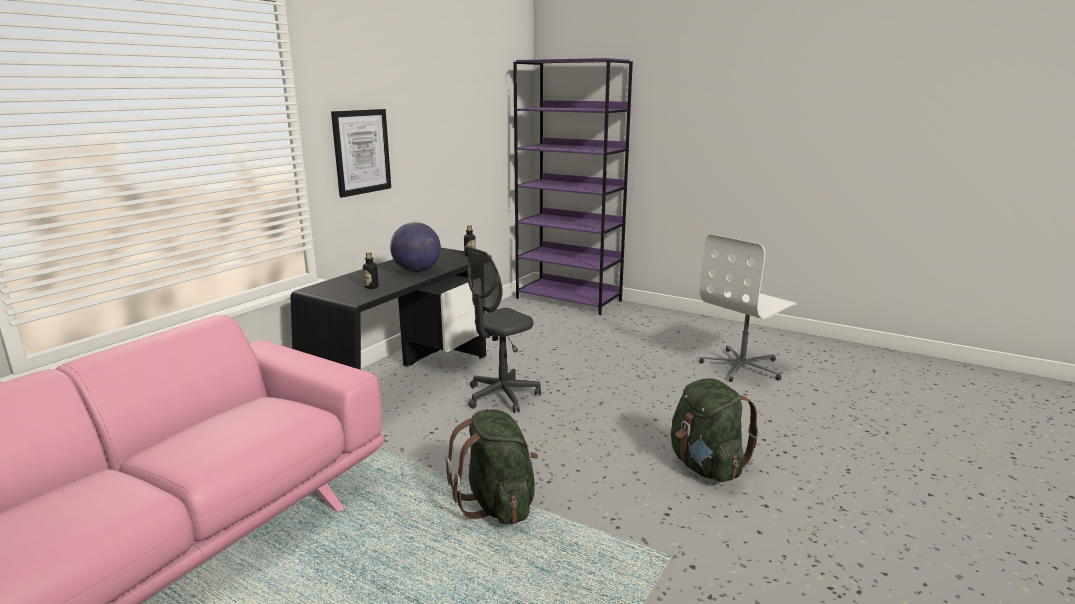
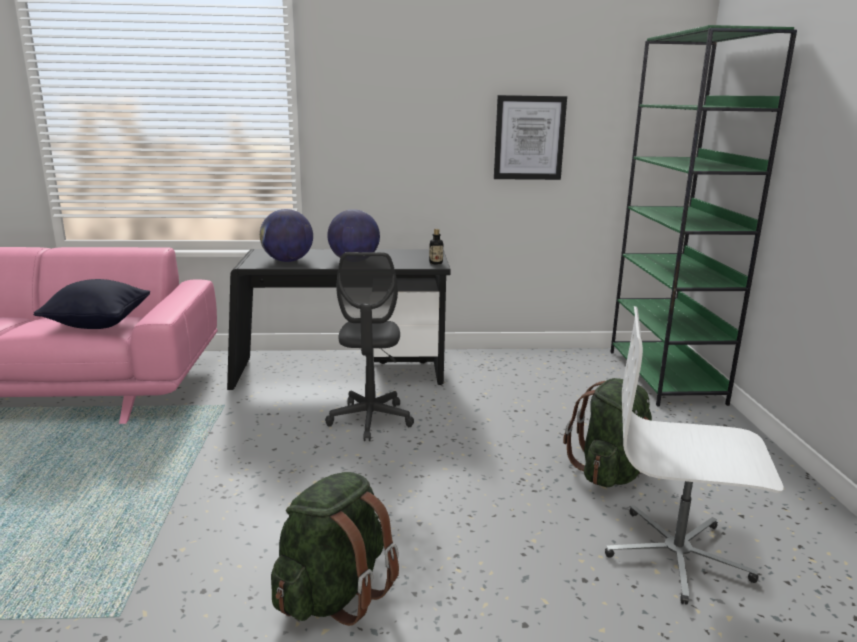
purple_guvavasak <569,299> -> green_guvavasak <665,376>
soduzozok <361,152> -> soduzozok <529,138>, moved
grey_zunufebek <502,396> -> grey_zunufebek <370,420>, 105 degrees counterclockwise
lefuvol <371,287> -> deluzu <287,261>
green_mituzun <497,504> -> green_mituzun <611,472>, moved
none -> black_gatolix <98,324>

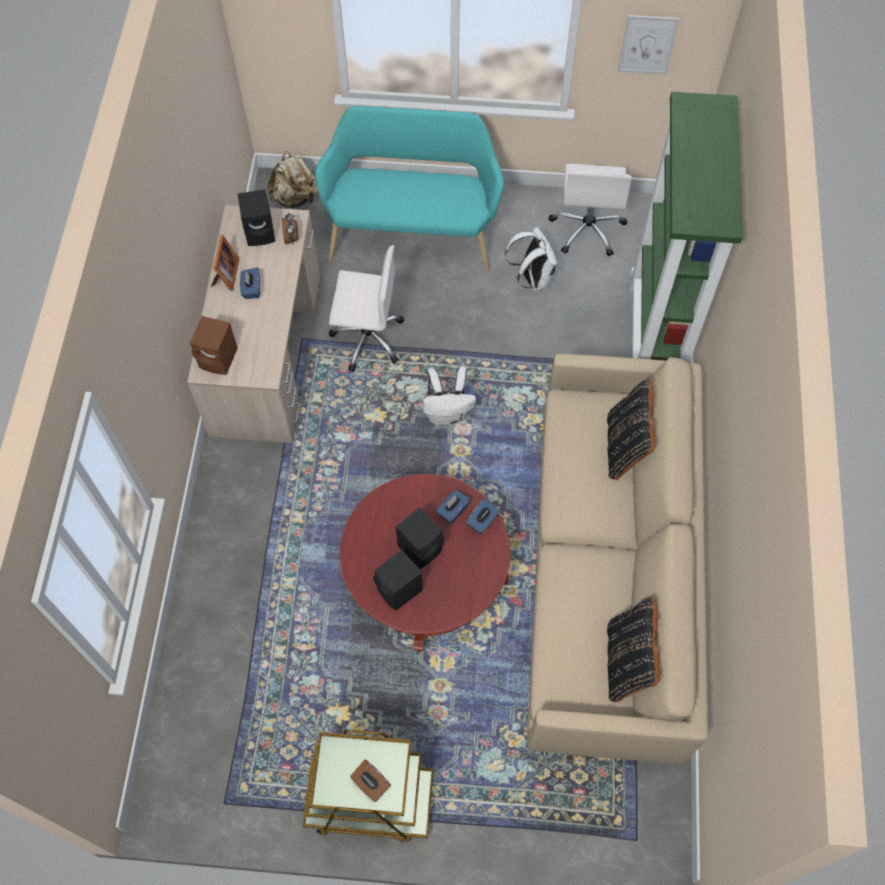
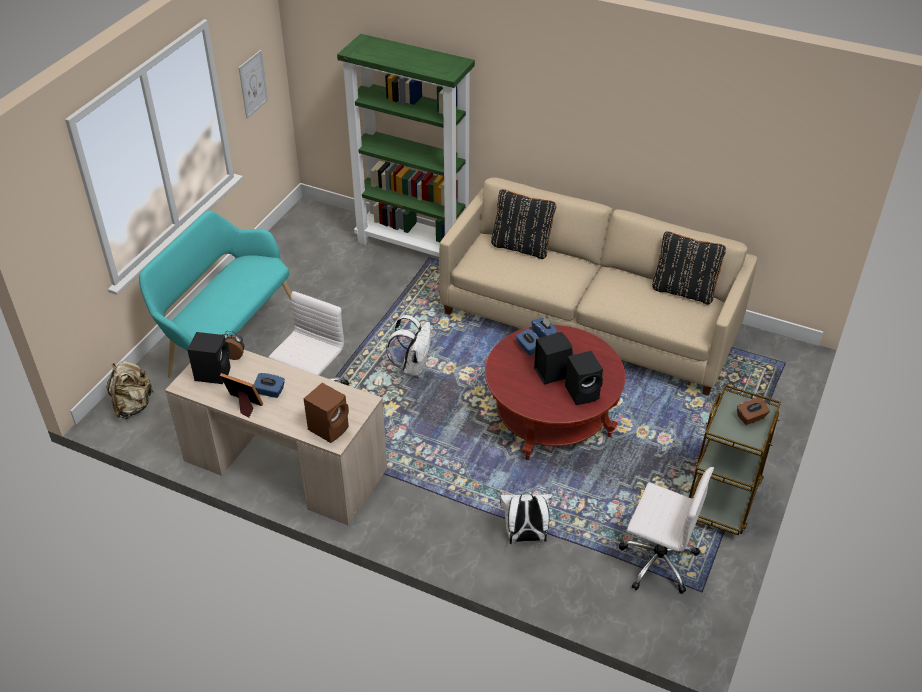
white_zunufebek <587,229> -> white_zunufebek <657,560>, moved
white_mituzun <532,278> -> white_mituzun <525,537>, moved

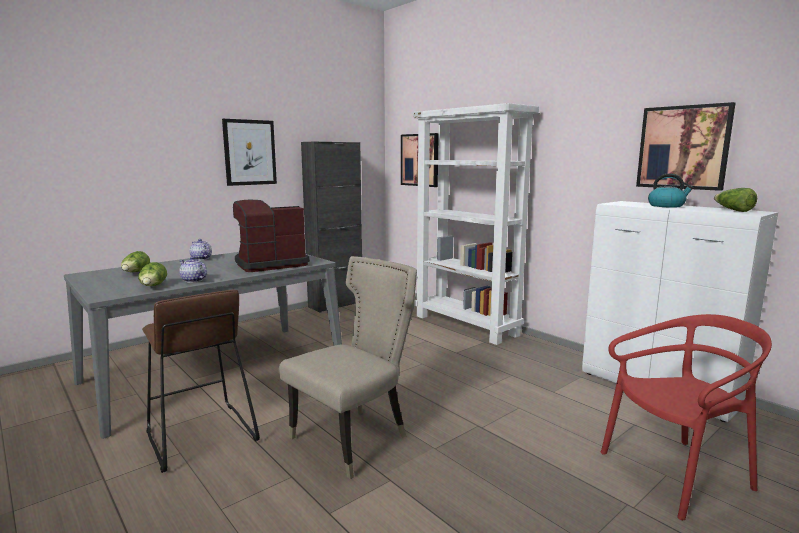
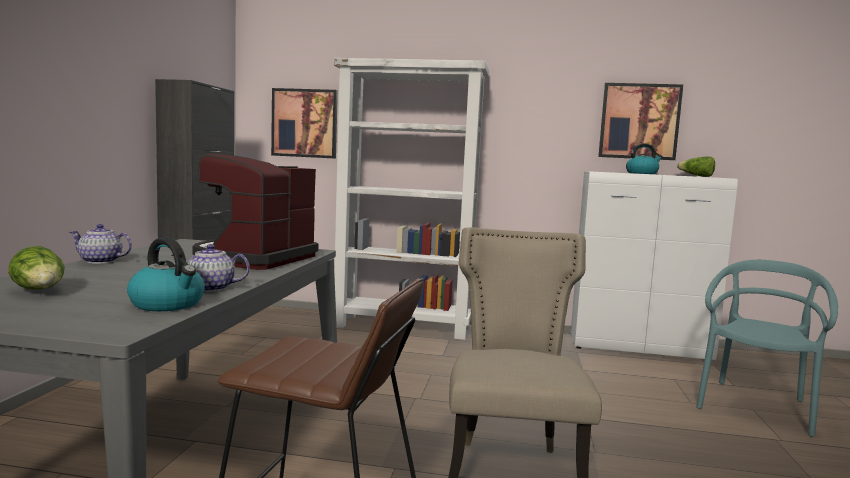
soduzozok <249,152> -> none
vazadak <153,286> -> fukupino <168,304>
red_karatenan <676,474> -> turquoise_karatenan <756,406>

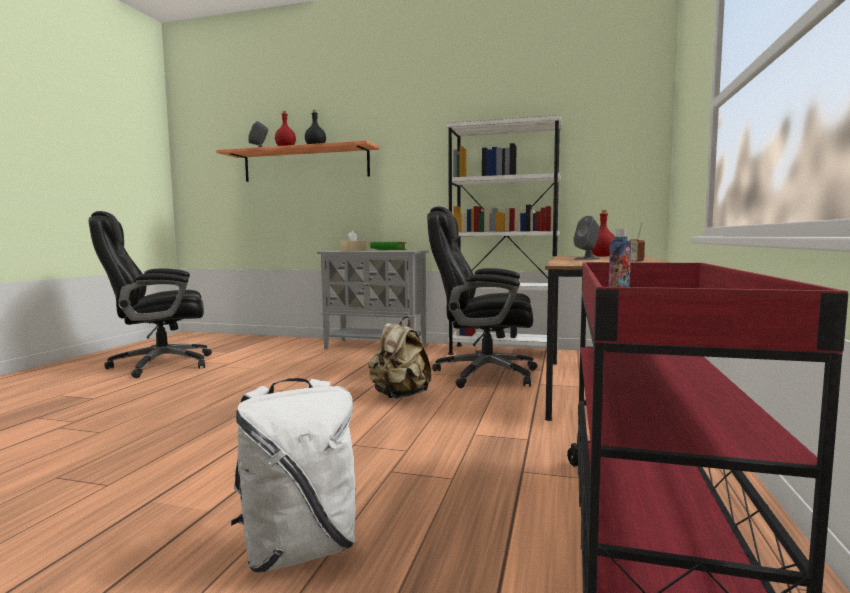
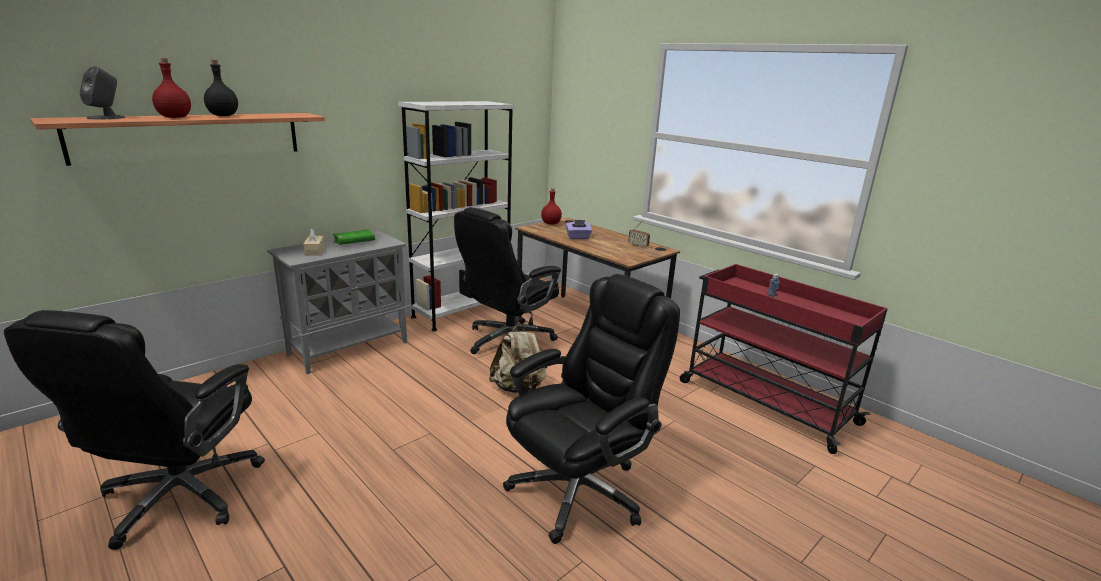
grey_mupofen <587,259> -> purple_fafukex <578,237>
white_mituzun <299,549> -> none
none -> black_zunufebek <579,490>

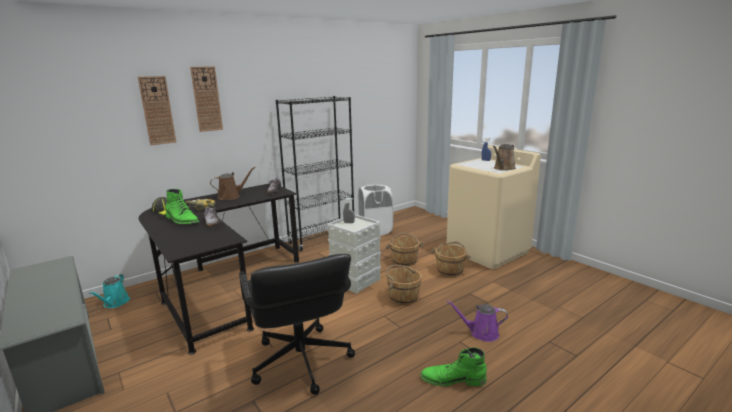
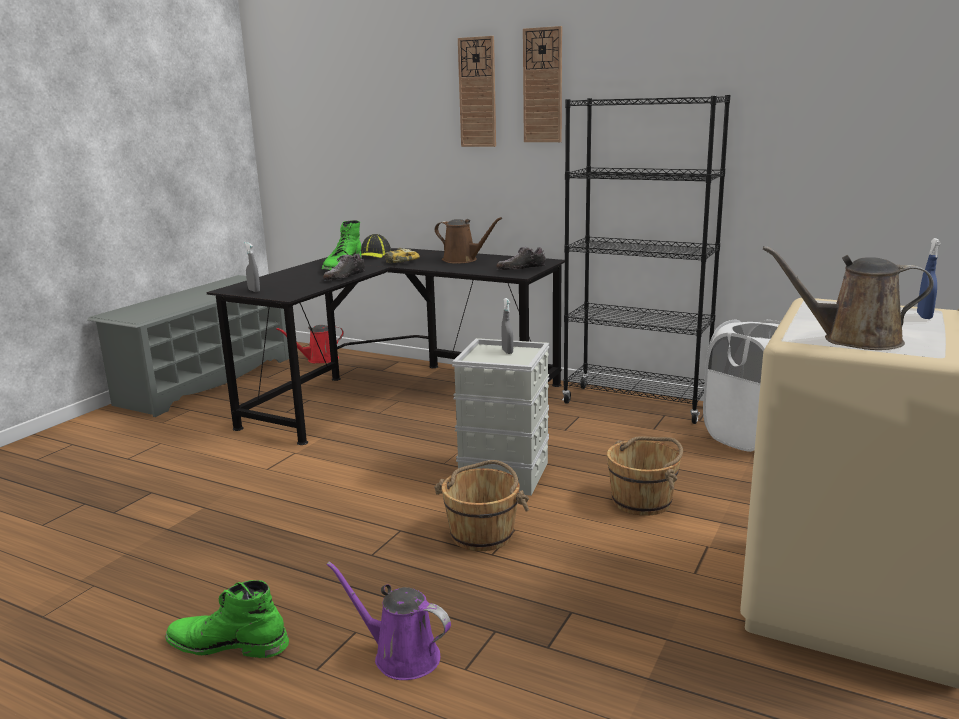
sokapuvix <157,110> -> sokapuvix <543,86>, moved
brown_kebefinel <450,270> -> none
black_zunufebek <300,361> -> none
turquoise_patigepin <115,303> -> red_patigepin <319,359>
purple_patigepin <481,333> -> purple_patigepin <401,656>, 45 degrees counterclockwise
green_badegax <452,379> -> green_badegax <228,644>, 60 degrees counterclockwise
none -> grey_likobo <254,290>

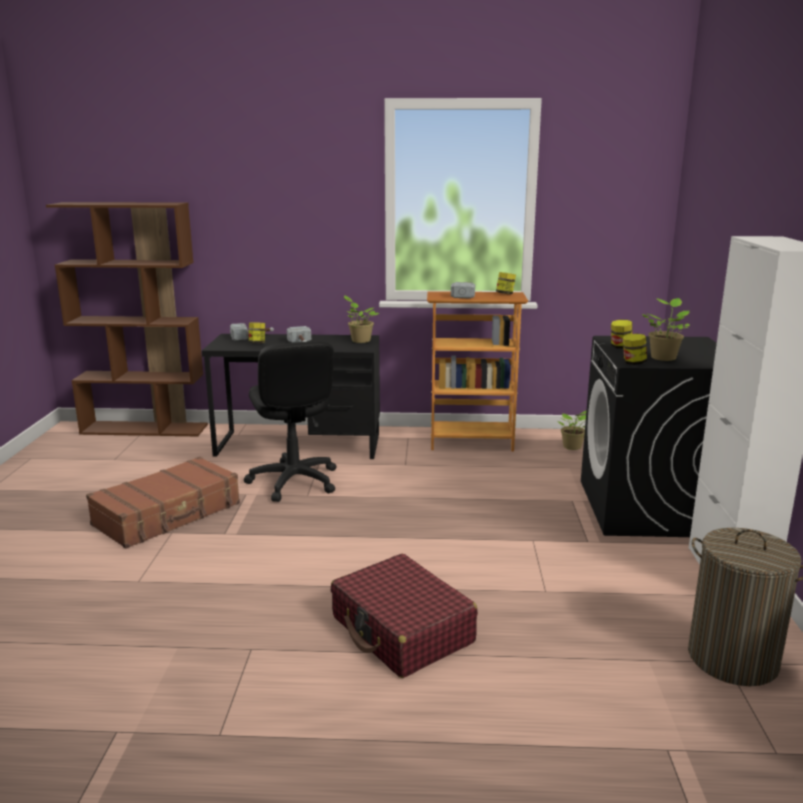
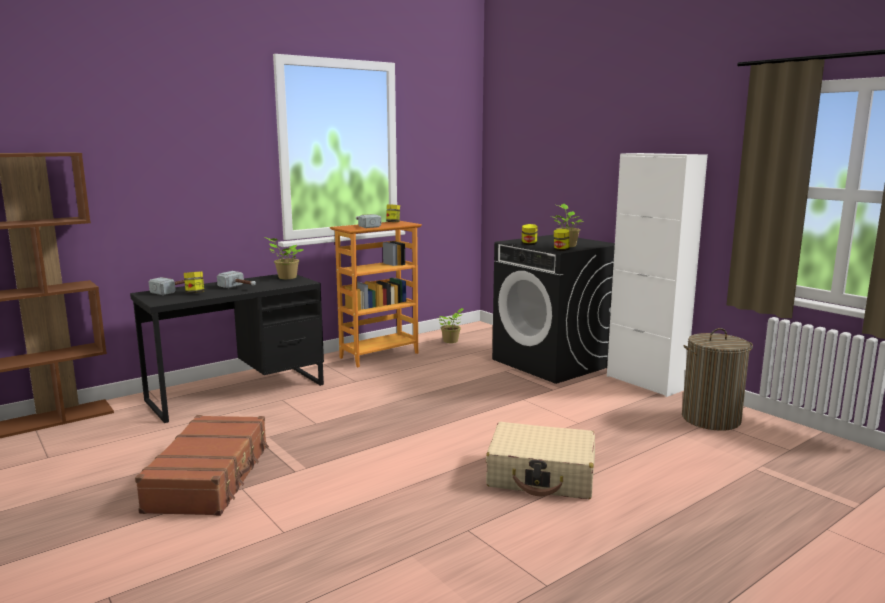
black_zunufebek <294,481> -> none
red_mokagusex <402,630> -> beige_mokagusex <541,475>

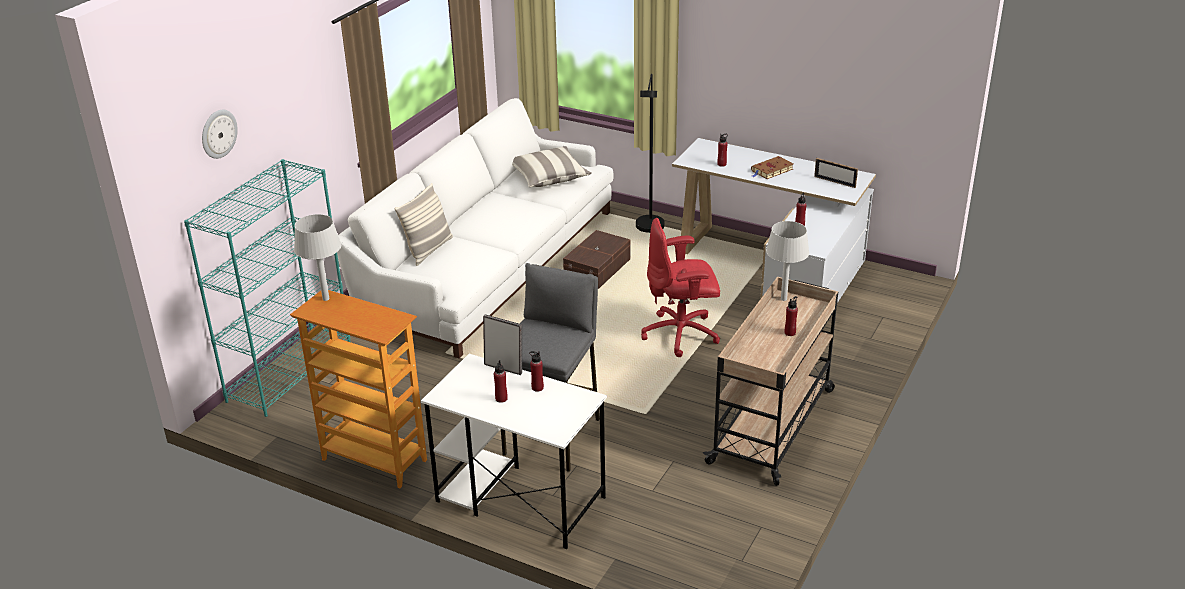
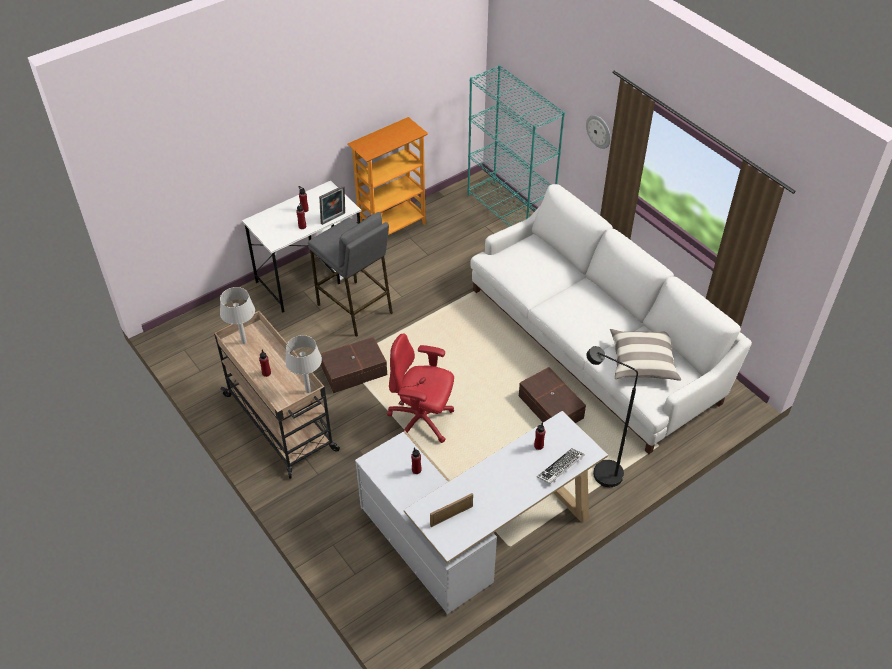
sokapuvix <218,133> -> sokapuvix <599,131>, moved
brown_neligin <771,170> -> none
gatolix <428,250> -> none
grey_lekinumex <326,298> -> grey_lekinumex <244,342>, moved
red_zunufebek <682,334> -> red_zunufebek <422,421>, 90 degrees counterclockwise
none -> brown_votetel <353,371>
none -> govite <560,468>

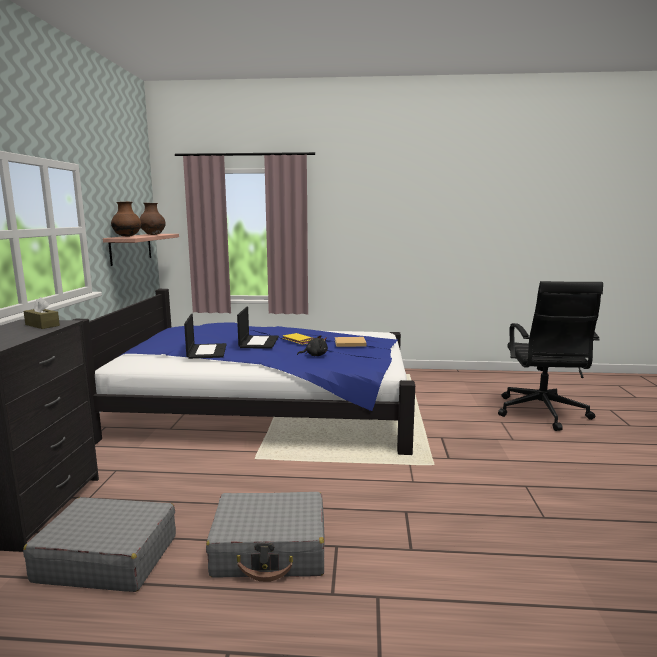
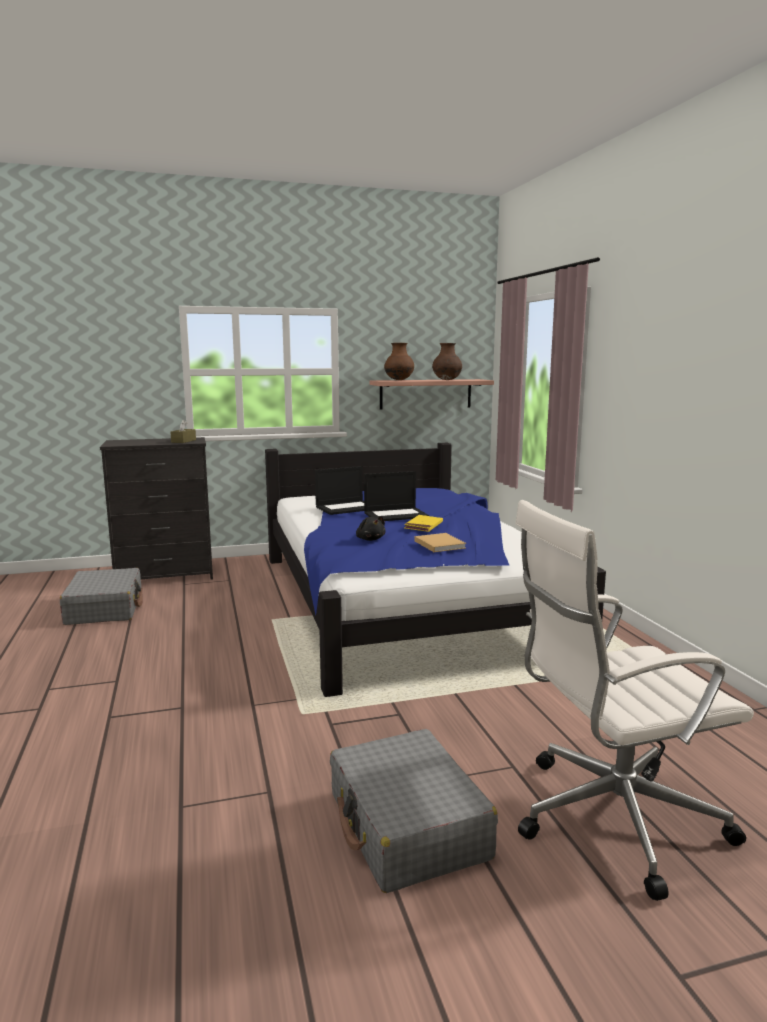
black_zunufebek <541,413> -> white_zunufebek <611,818>
grey_mokagusex <270,549> -> grey_mokagusex <407,826>, moved

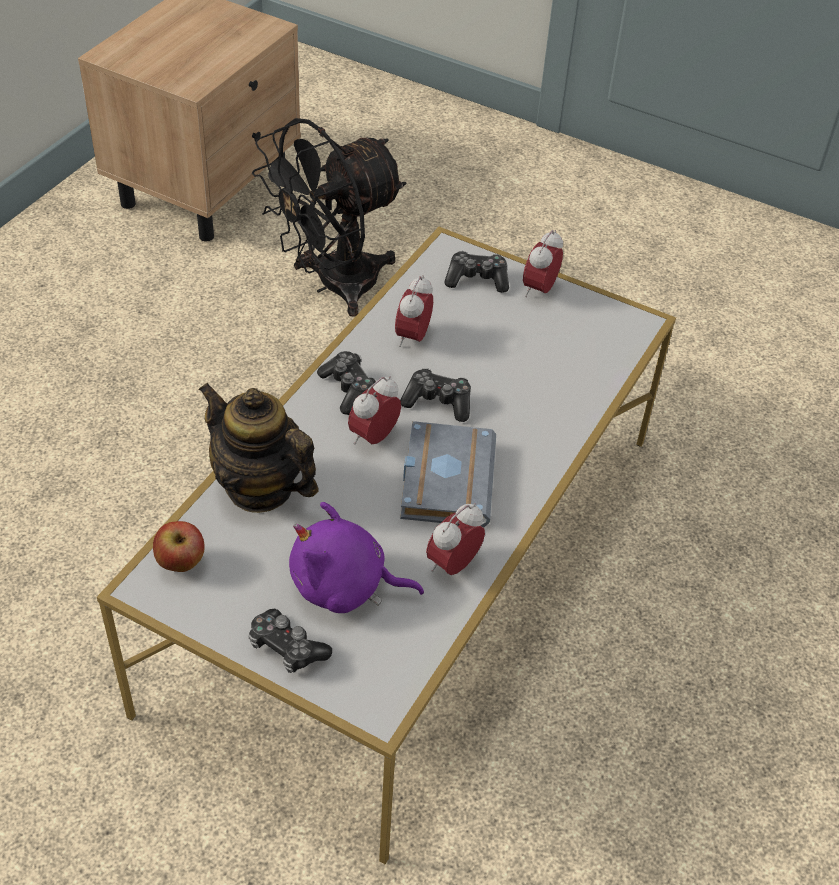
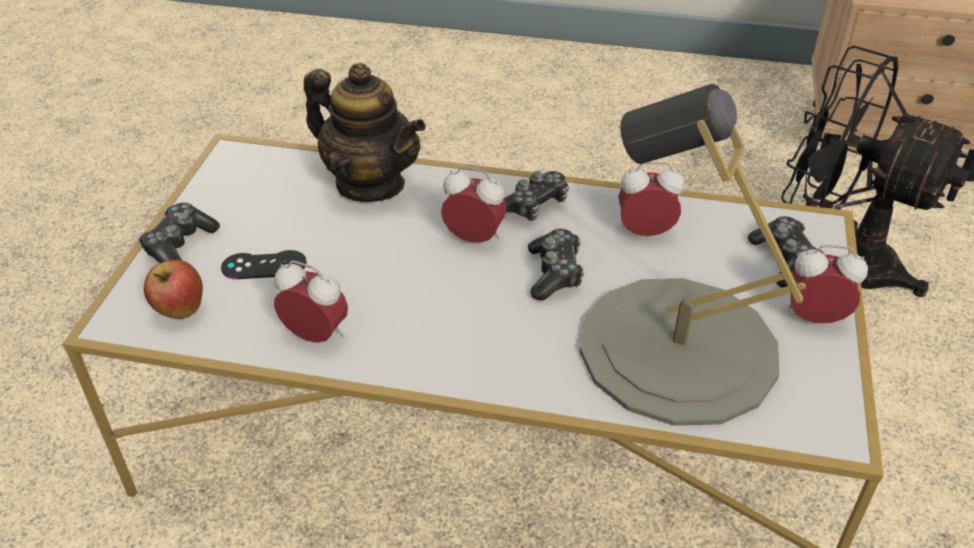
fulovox <260,487> -> fulovox <370,183>, 105 degrees clockwise
grey_neligin <444,478> -> none
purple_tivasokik <345,586> -> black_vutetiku <264,265>
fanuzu <181,564> -> fanuzu <180,311>, moved
none -> grey_lekinumex <677,349>

